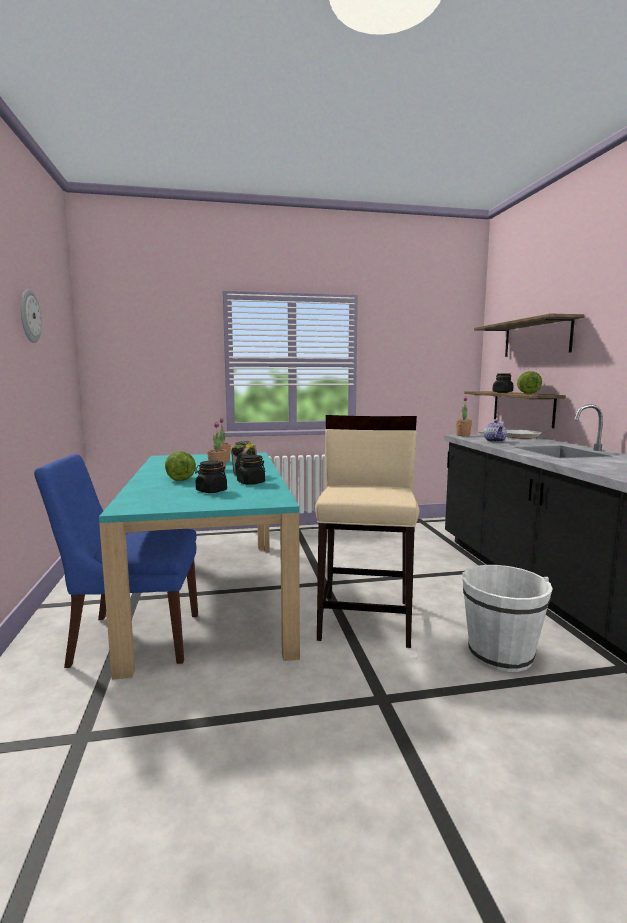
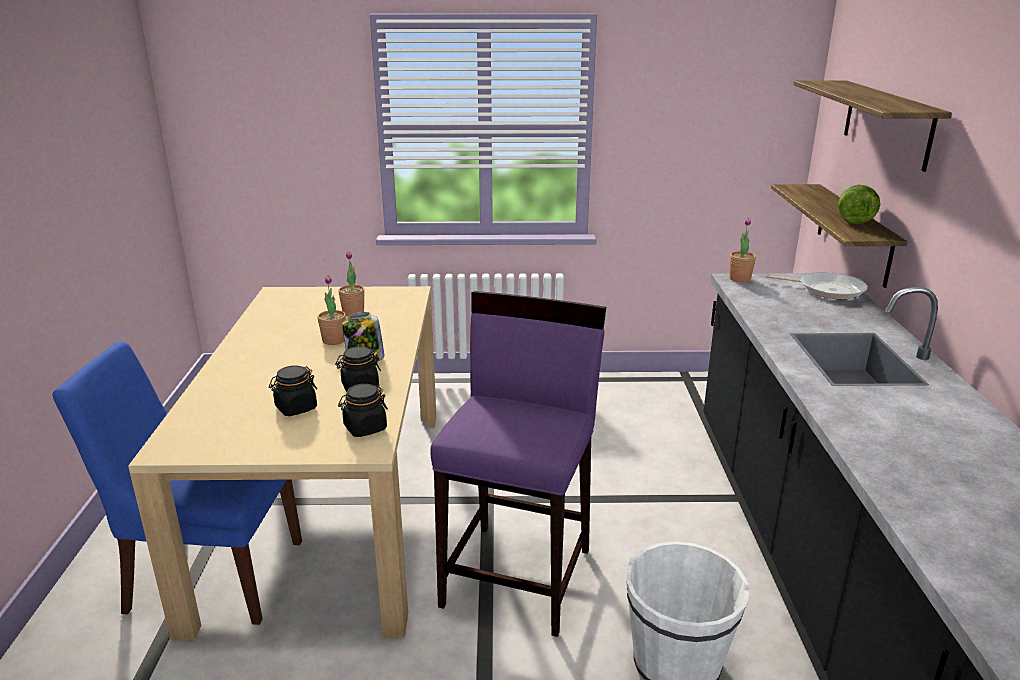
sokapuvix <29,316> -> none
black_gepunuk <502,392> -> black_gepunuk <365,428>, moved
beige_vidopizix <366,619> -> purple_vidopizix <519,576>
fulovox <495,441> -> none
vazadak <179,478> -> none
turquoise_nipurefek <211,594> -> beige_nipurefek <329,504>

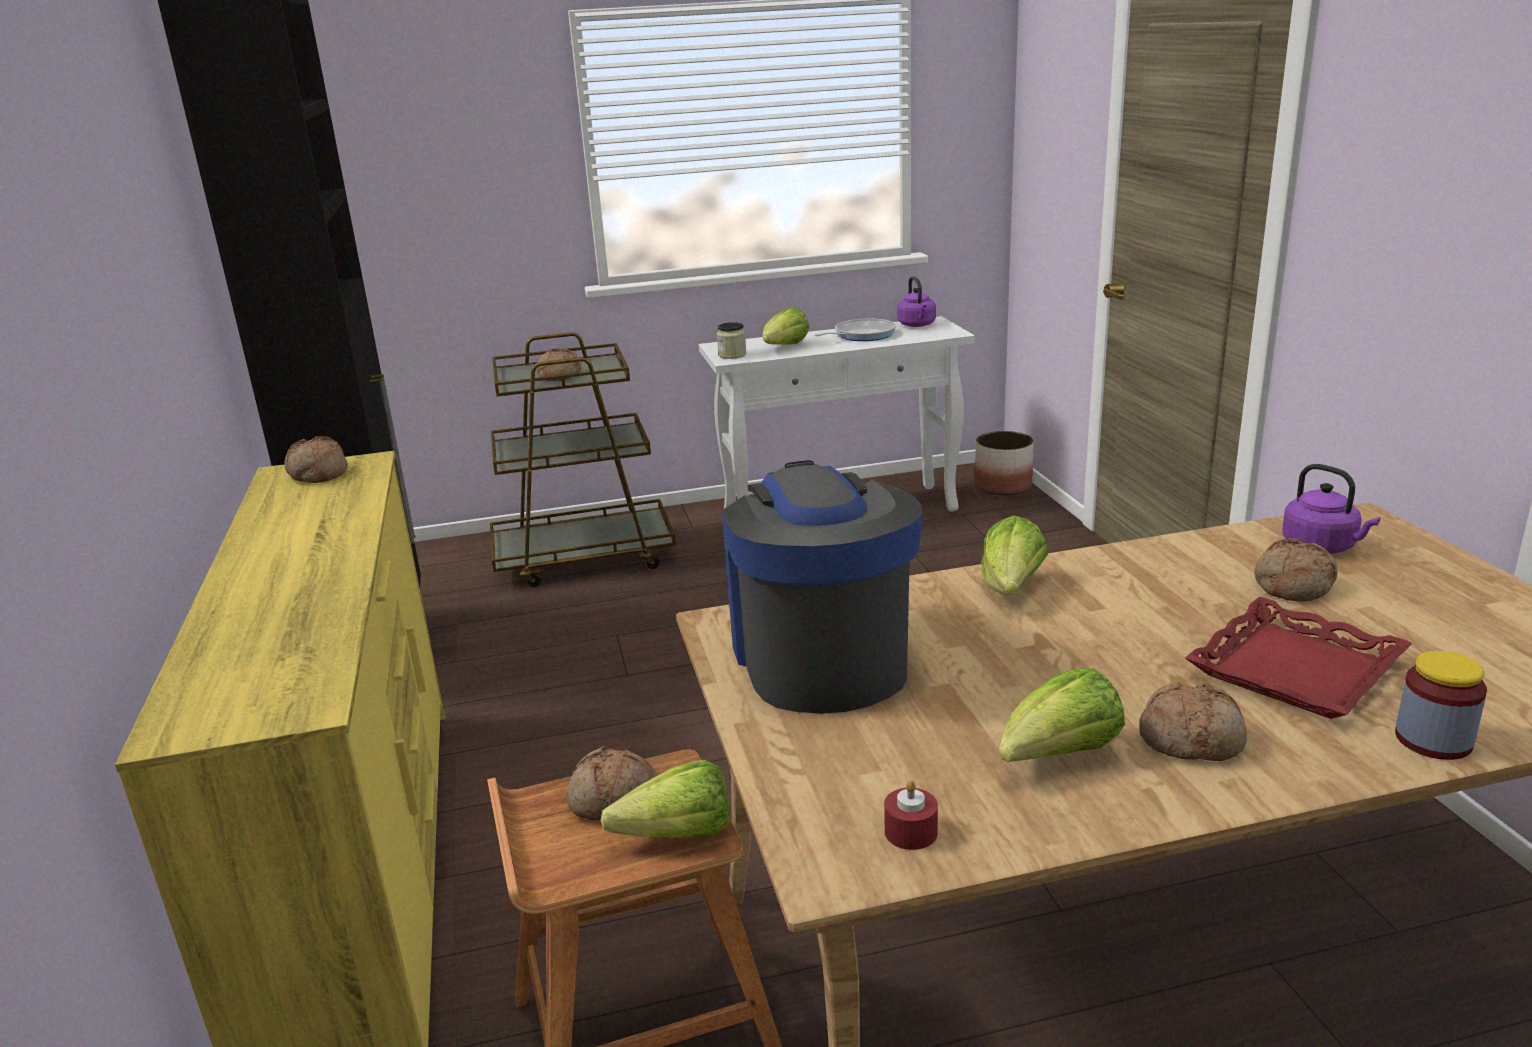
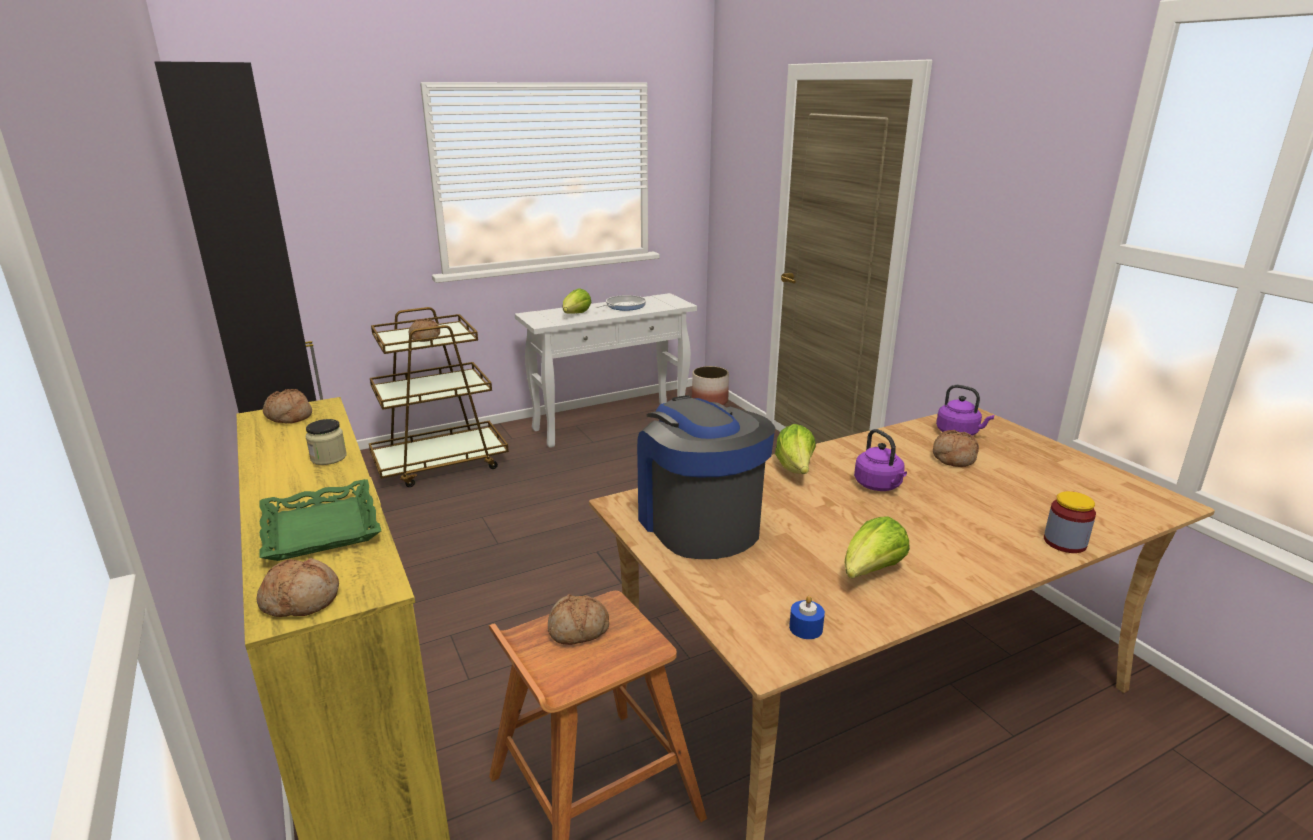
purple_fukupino <917,325> -> purple_fukupino <879,486>, moved
gepunuk <732,355> -> gepunuk <328,457>, moved
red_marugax <1293,669> -> none
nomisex <1191,738> -> nomisex <301,599>, moved
vazadak <667,836> -> none
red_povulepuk <911,832> -> blue_povulepuk <806,628>
none -> green_marugax <319,528>

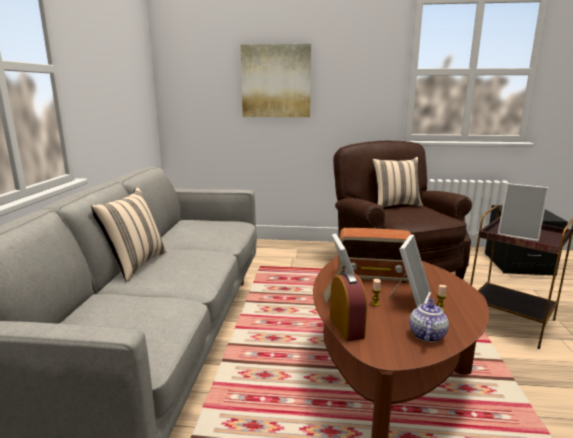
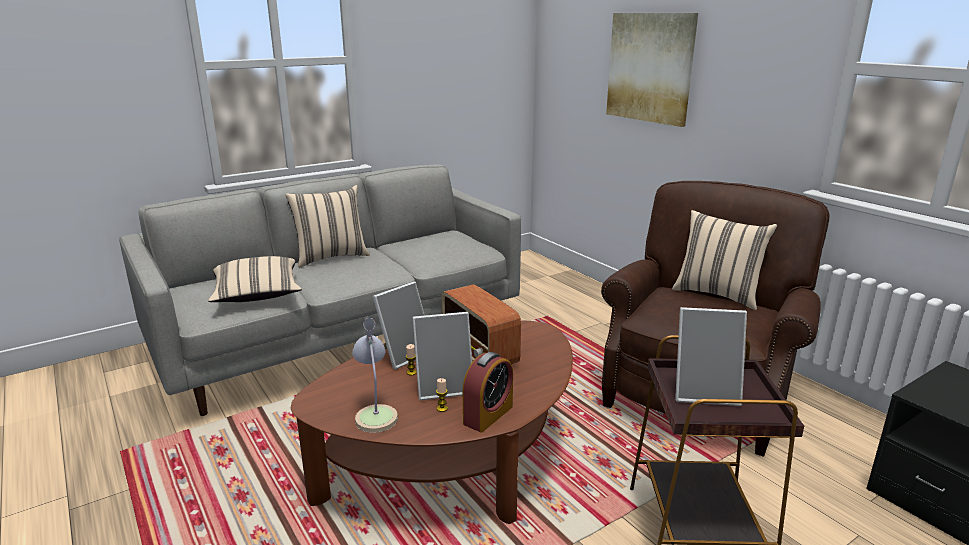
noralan <518,235> -> noralan <704,392>, 75 degrees counterclockwise
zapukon <346,327> -> zapukon <488,415>, moved
fulovox <426,335> -> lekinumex <375,414>
none -> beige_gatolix <257,295>

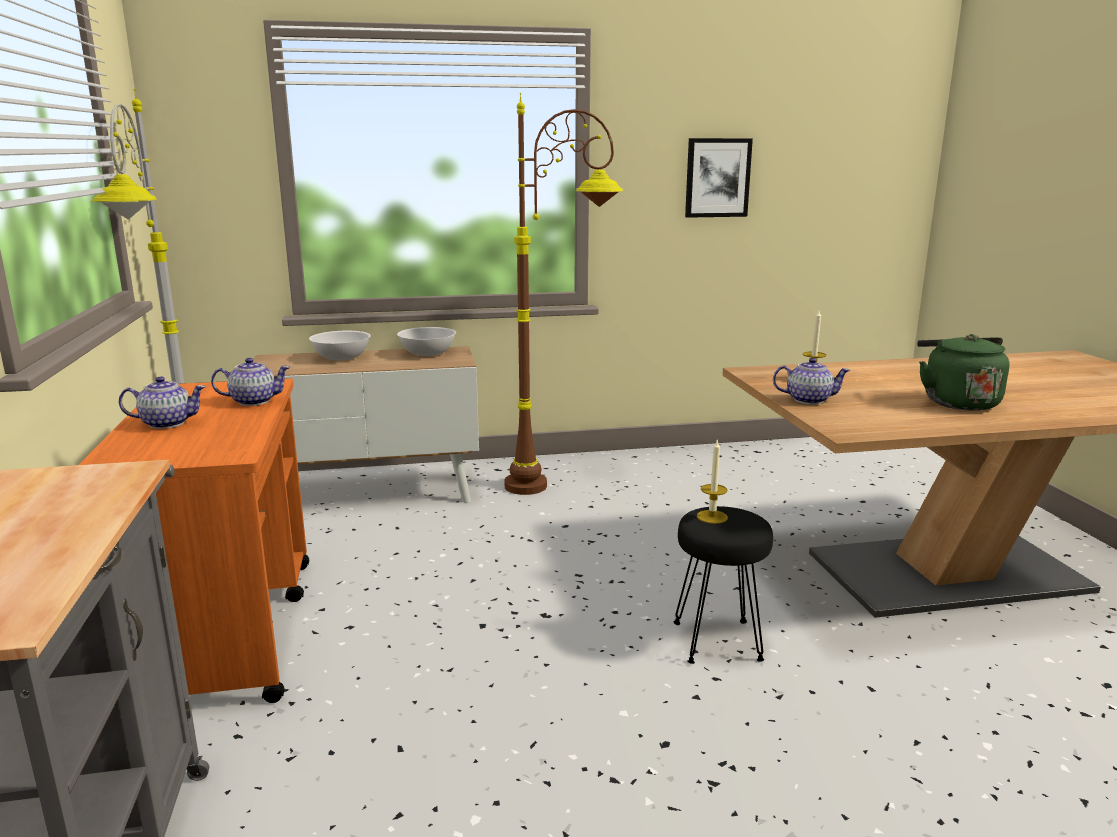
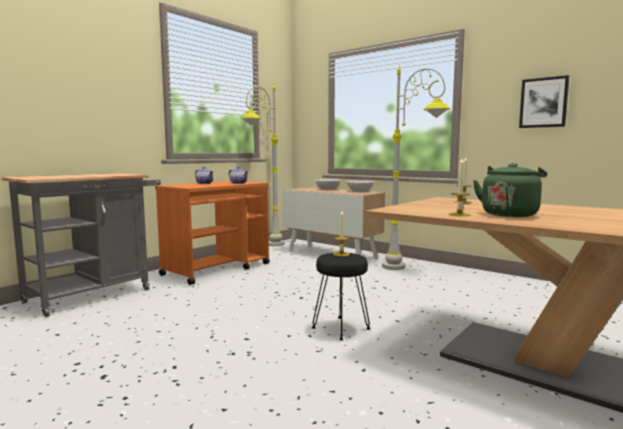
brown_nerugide <561,483> -> grey_nerugide <411,270>
fulovox <808,400> -> none
none -> povulepuk <459,214>

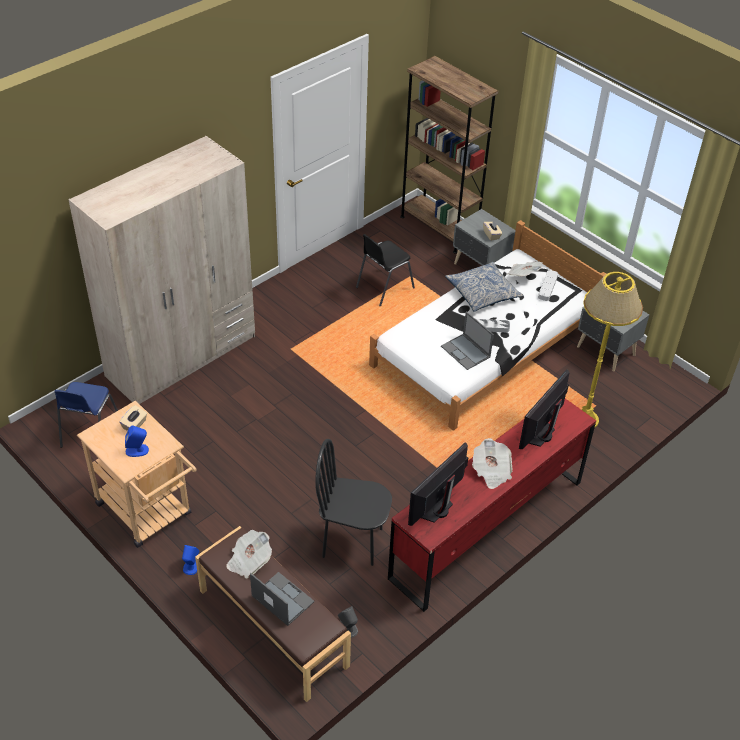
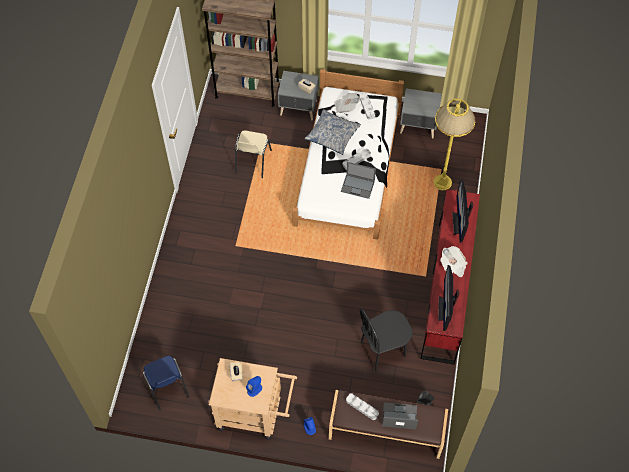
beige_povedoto <182,356> -> none
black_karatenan <384,287> -> beige_karatenan <252,162>
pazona <249,561> -> grey_marugax <362,407>

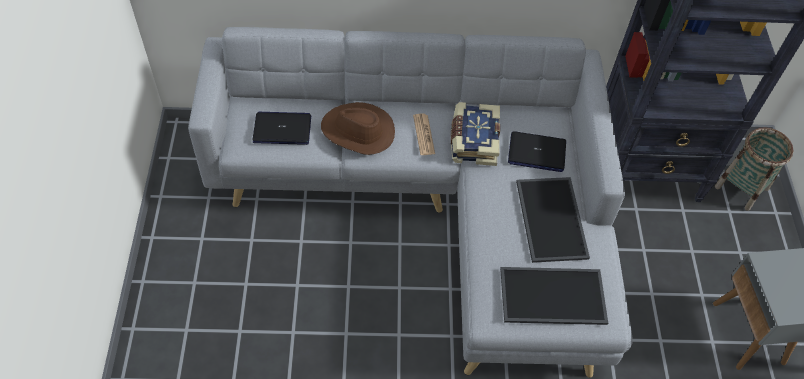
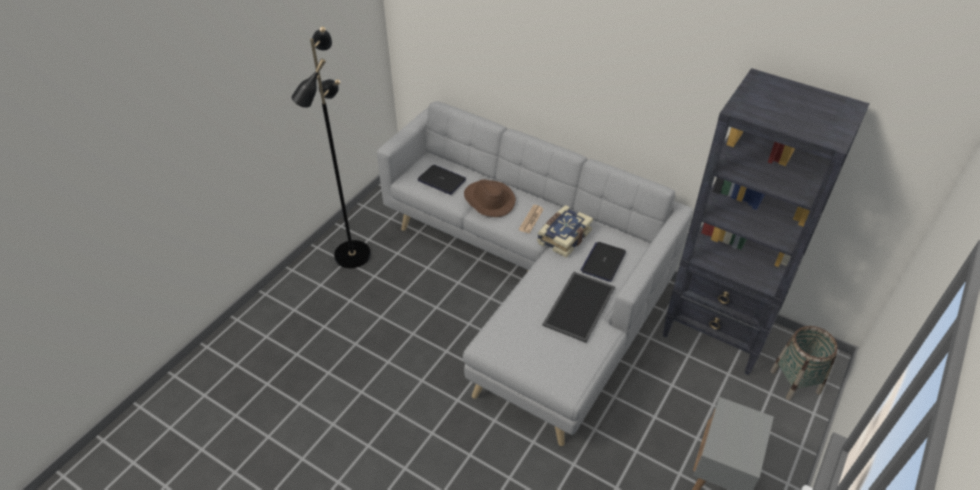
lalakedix <536,152> -> lalakedix <603,262>, 75 degrees clockwise
marugax <551,297> -> none
none -> black_nerugide <351,254>

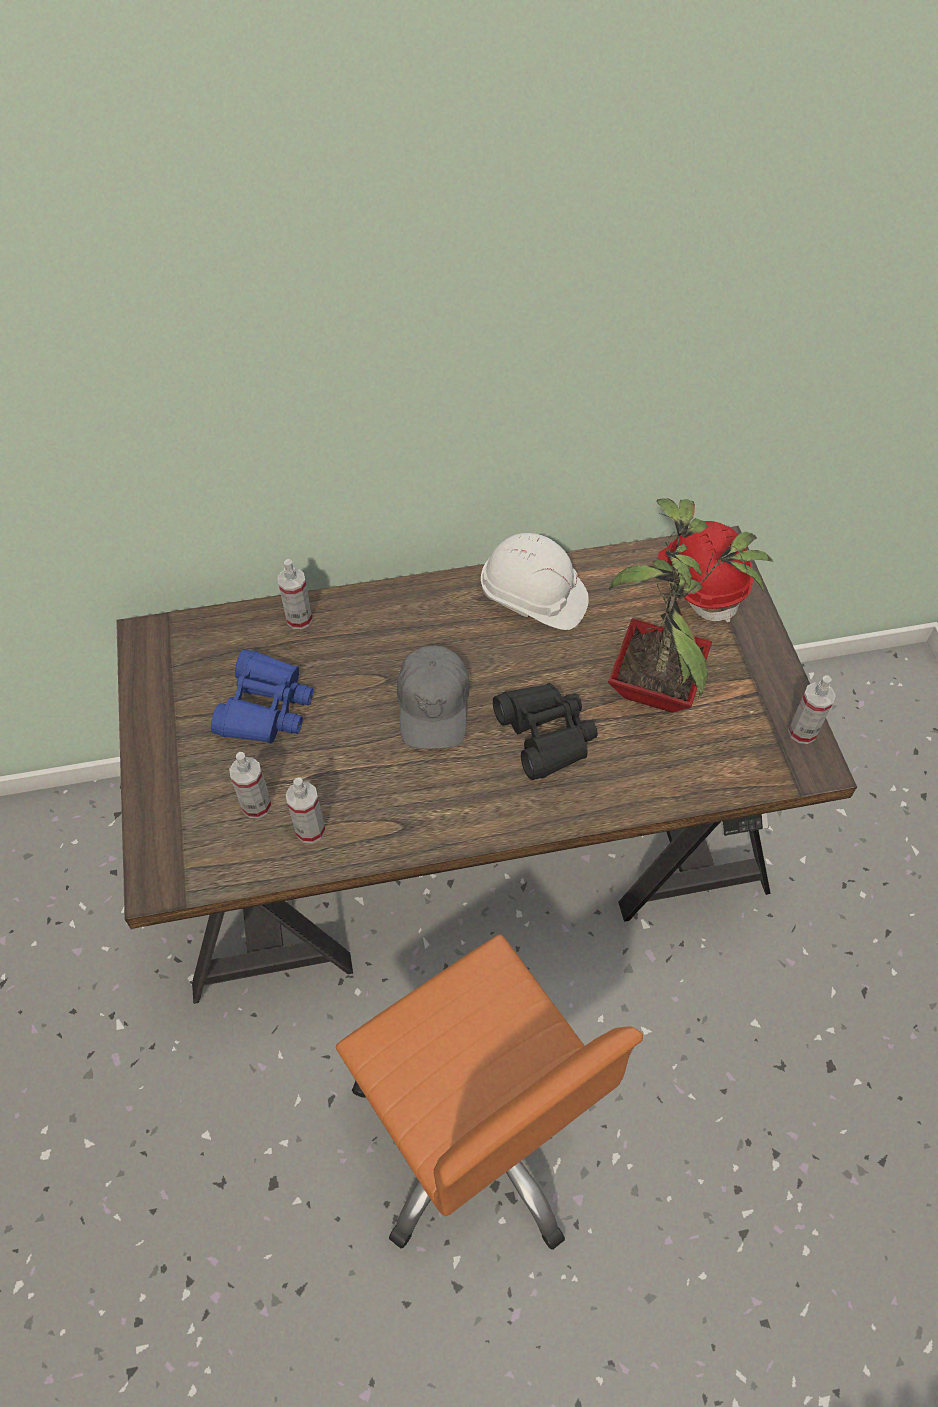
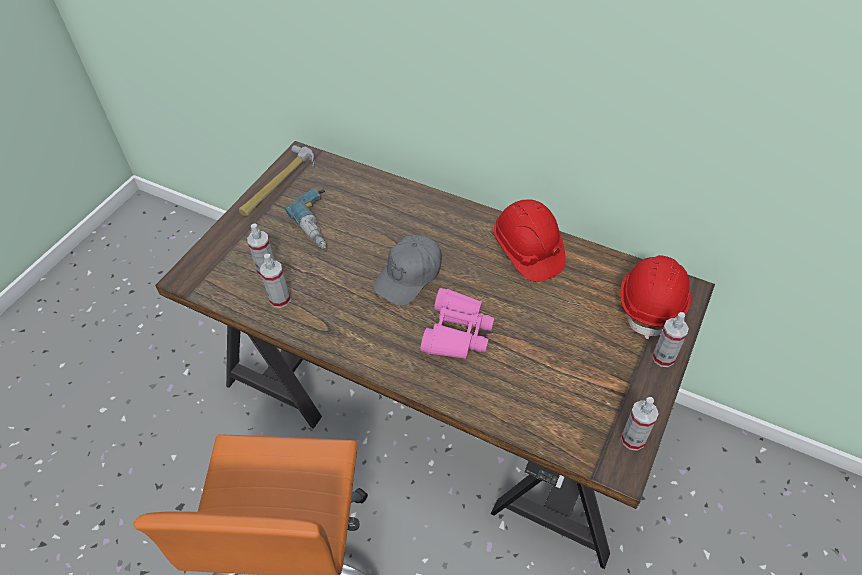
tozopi <659,689> -> none
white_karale <533,598> -> red_karale <527,251>
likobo <299,619> -> likobo <663,357>, moved
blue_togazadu <265,708> -> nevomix <320,224>
black_togazadu <545,735> -> pink_togazadu <457,332>
none -> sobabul <278,184>

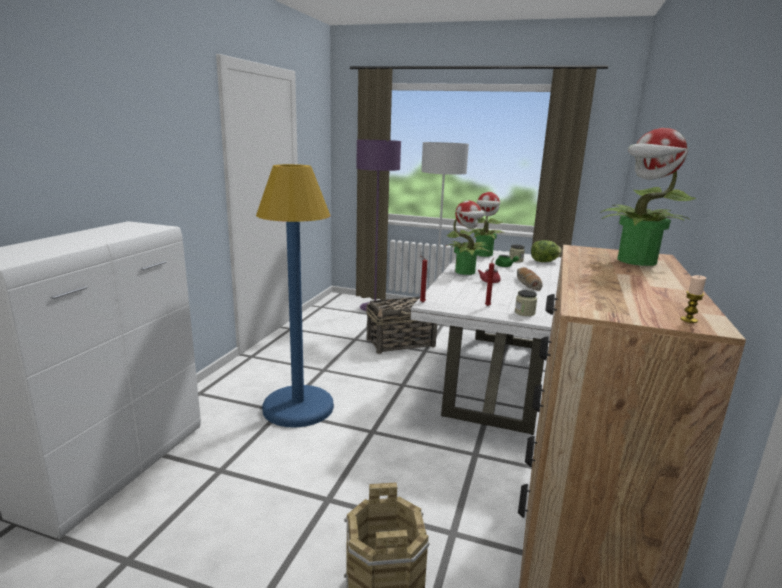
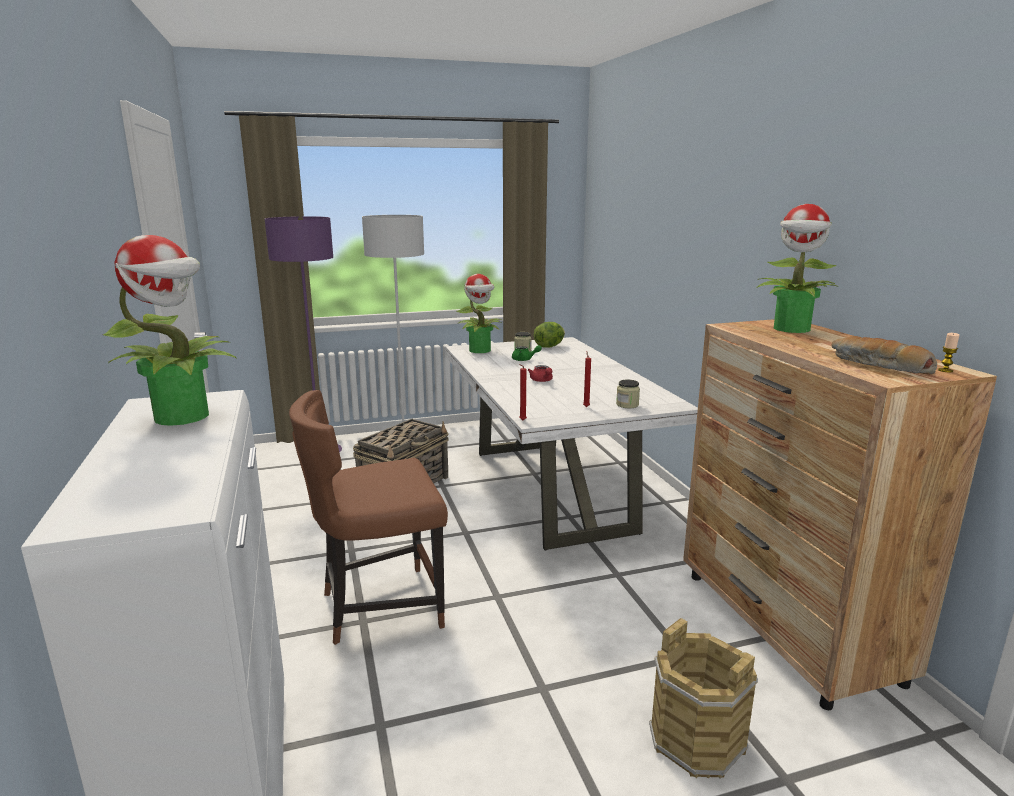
blue_nerugide <298,407> -> brown_karatenan <379,607>
tozopi <466,272> -> tozopi <184,416>, moved
nomisex <527,283> -> nomisex <879,366>, moved

